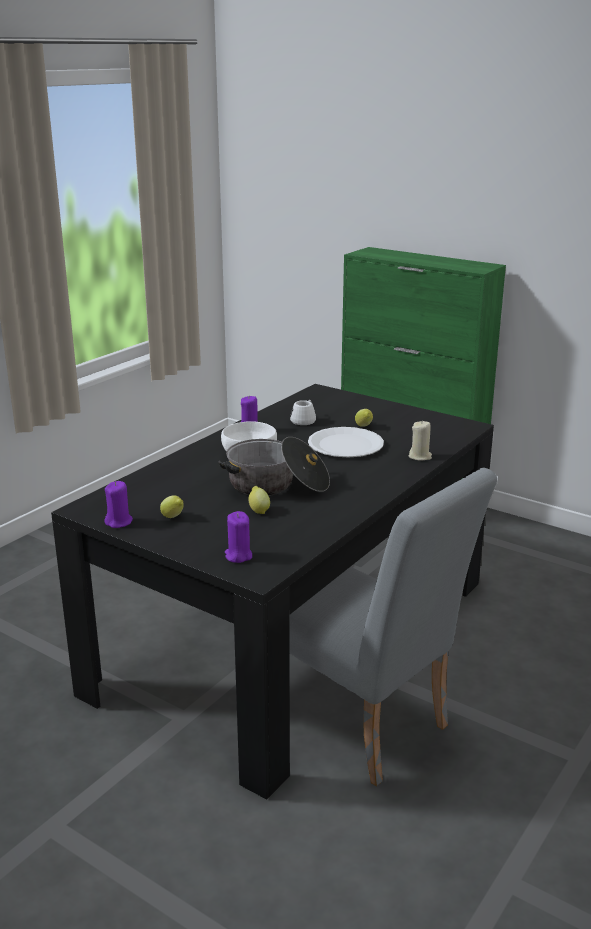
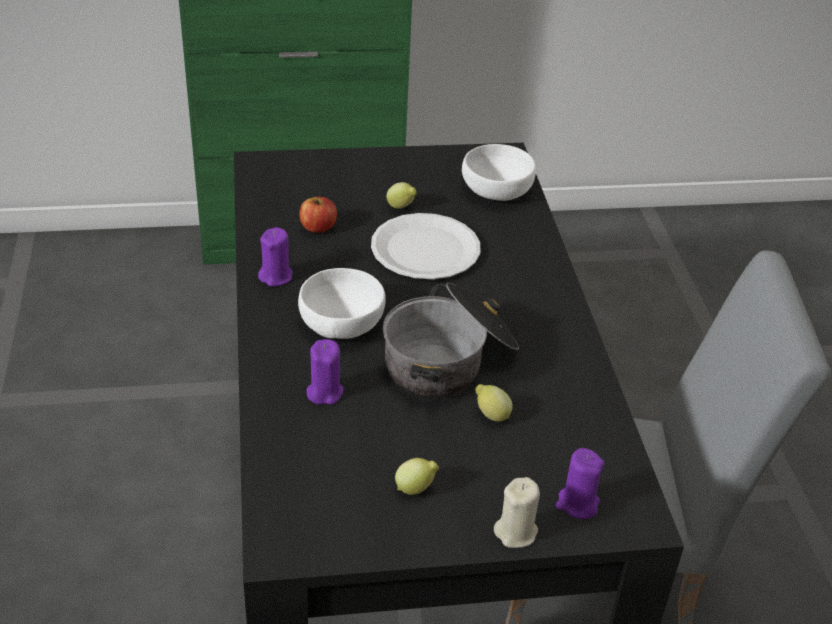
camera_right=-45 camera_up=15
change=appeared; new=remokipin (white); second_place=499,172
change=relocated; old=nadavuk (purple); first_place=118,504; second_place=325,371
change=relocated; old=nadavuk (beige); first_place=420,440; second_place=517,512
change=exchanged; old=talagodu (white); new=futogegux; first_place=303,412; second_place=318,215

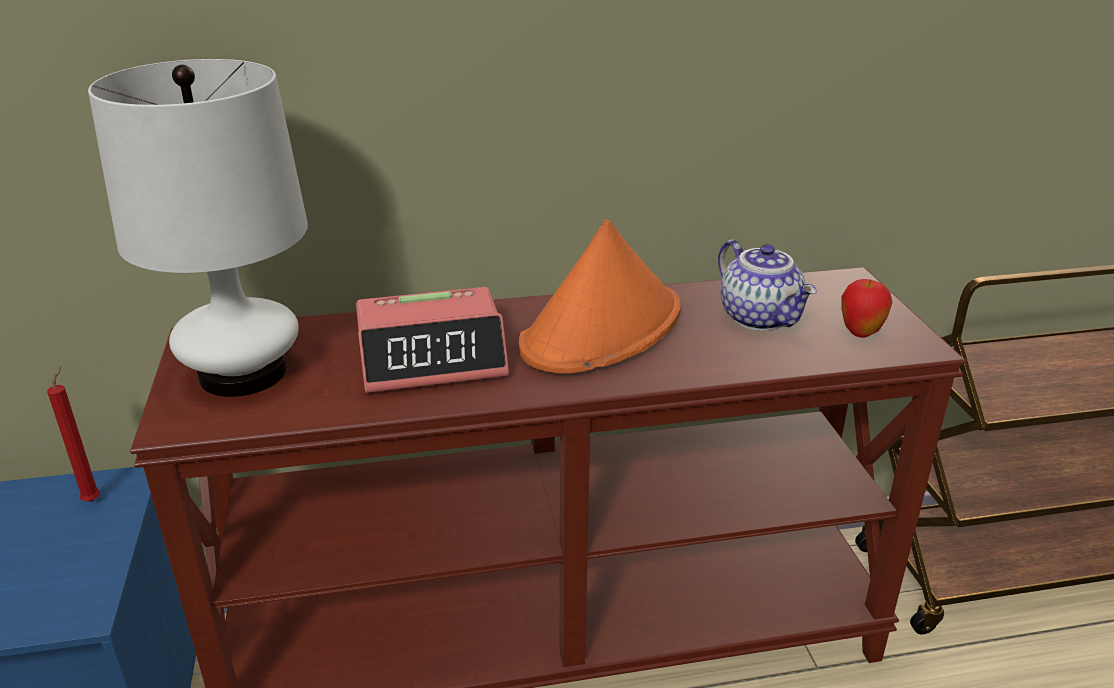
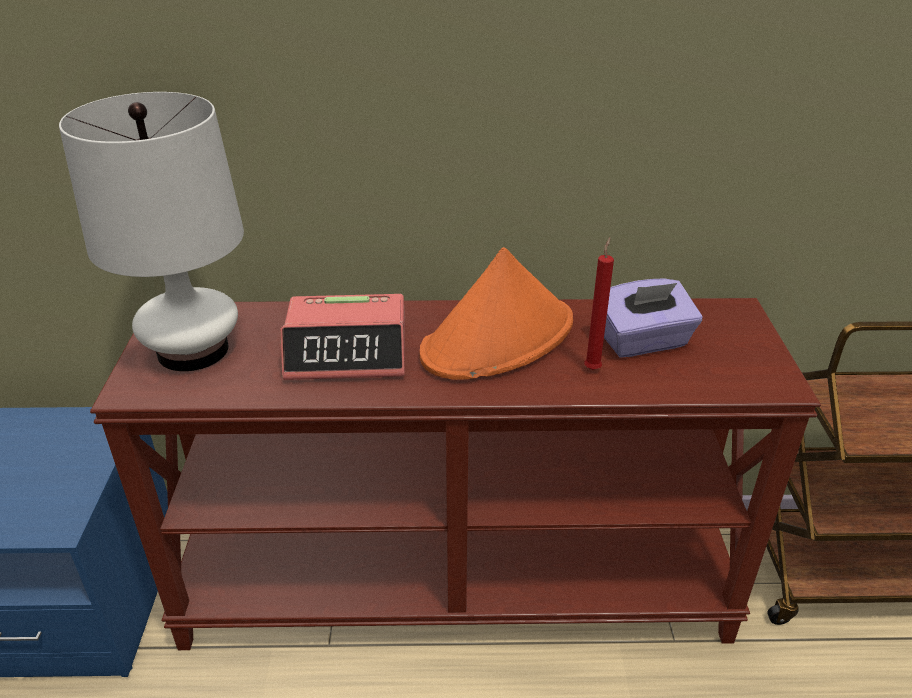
camera_right=10 camera_up=5
change=missing; old=futogegux; first_place=867,308
change=relocated; old=nadavuk (red); first_place=73,434; second_place=599,303
change=exchanged; old=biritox; new=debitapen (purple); first_place=767,285; second_place=653,318

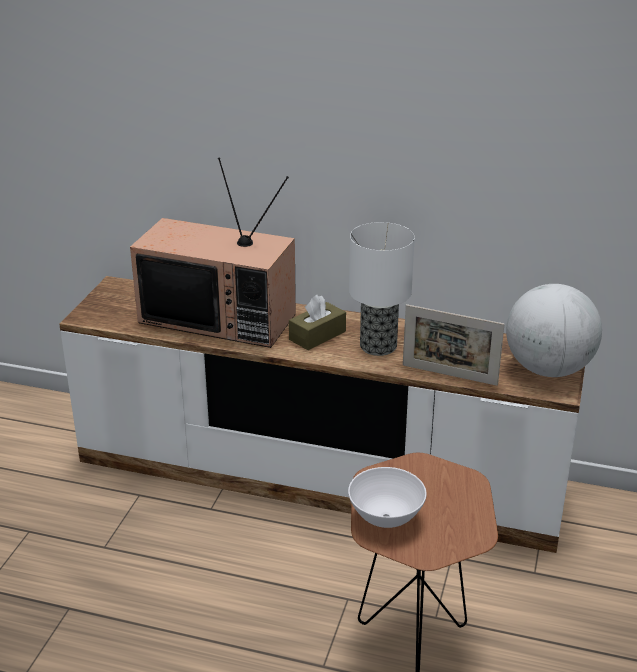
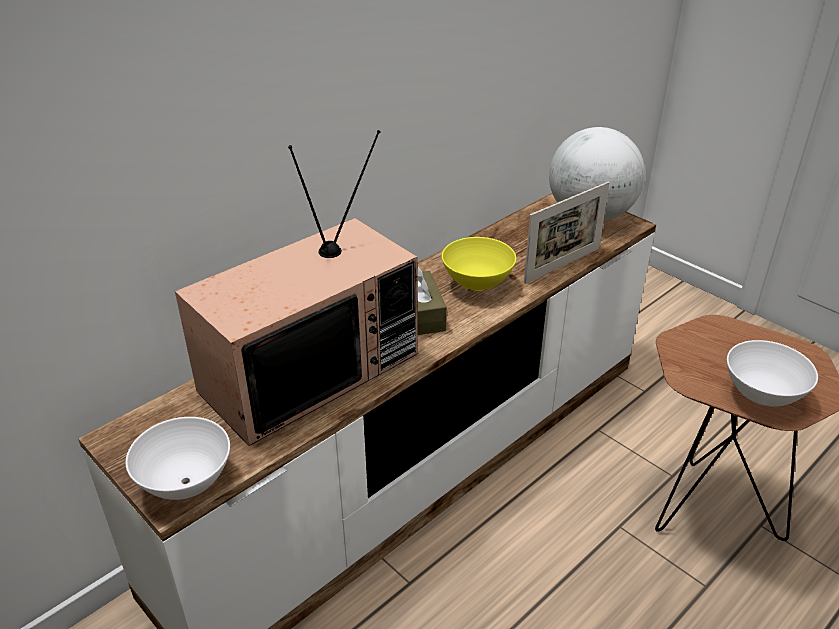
camera_right=-60 camera_up=5
change=appeared; new=remokipin (white); second_place=177,458
change=exchanged; old=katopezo; new=remokipin (yellow); first_place=382,289; second_place=479,264

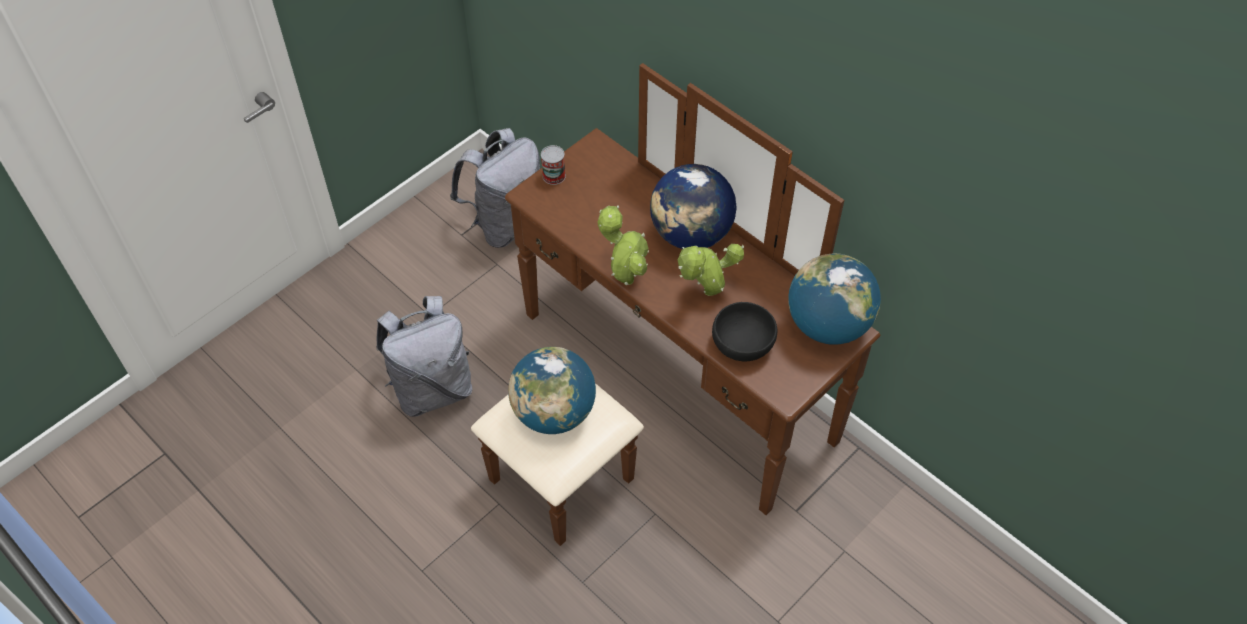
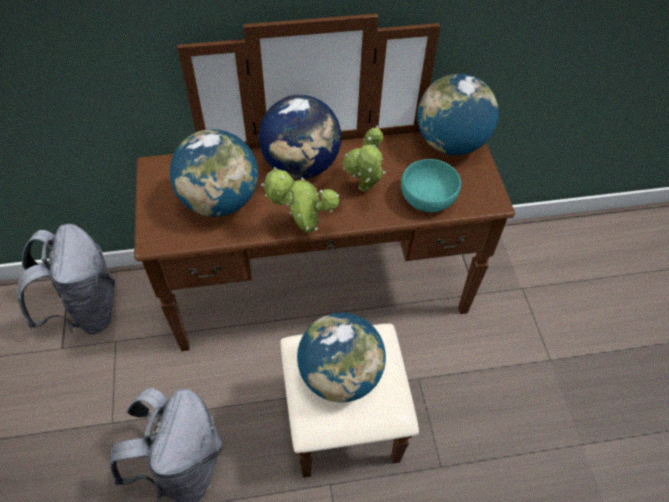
camera_right=-55 camera_up=0
change=missing; old=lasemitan; first_place=553,165
change=appeared; new=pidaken; second_place=214,173
change=colour; old=remokipin (black); new=remokipin (turquoise); first_place=744,331; second_place=431,185

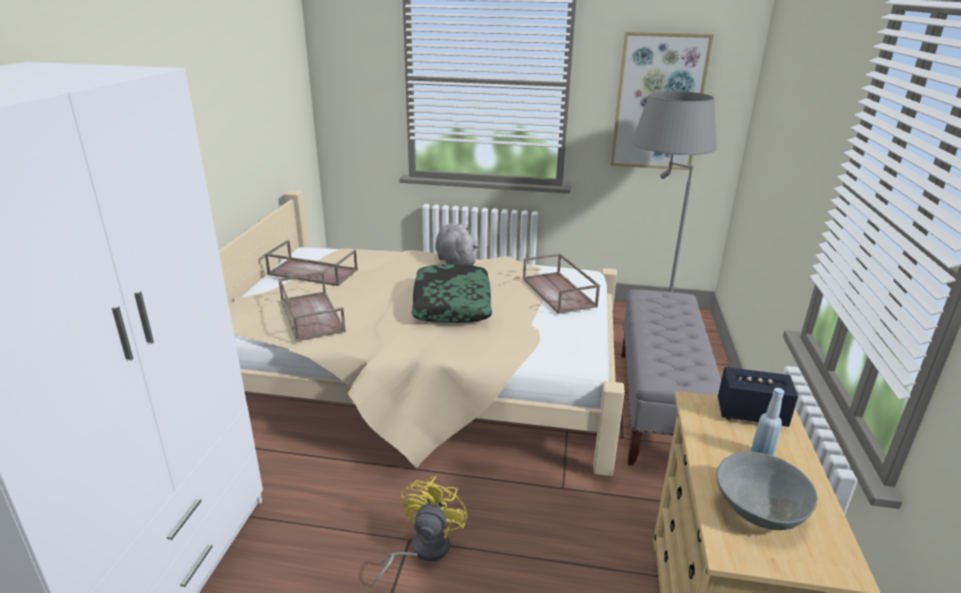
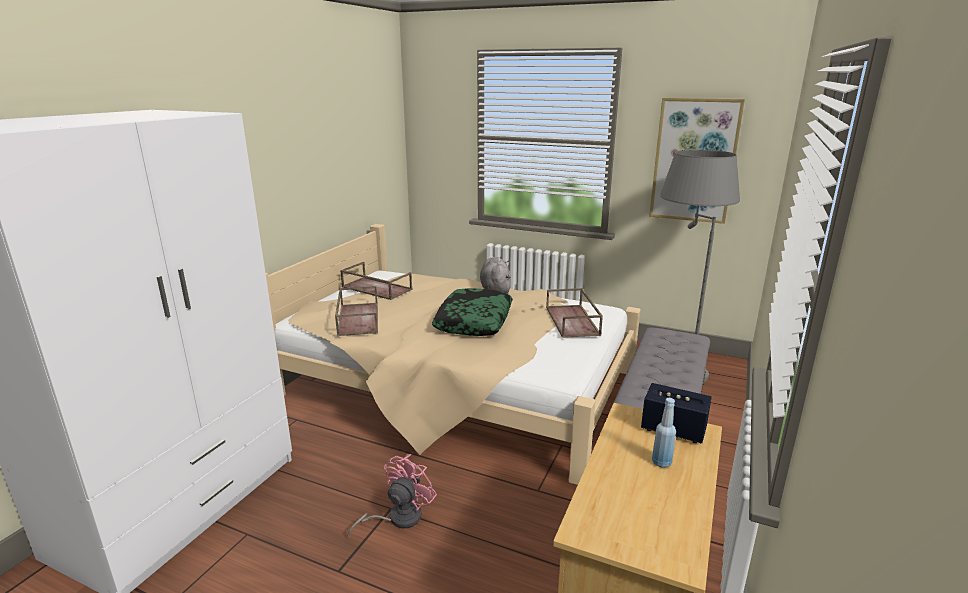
camera_right=15 camera_up=-5
change=missing; old=remokipin (grey); first_place=767,491
change=colour; old=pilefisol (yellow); new=pilefisol (pink); first_place=420,531; second_place=392,496

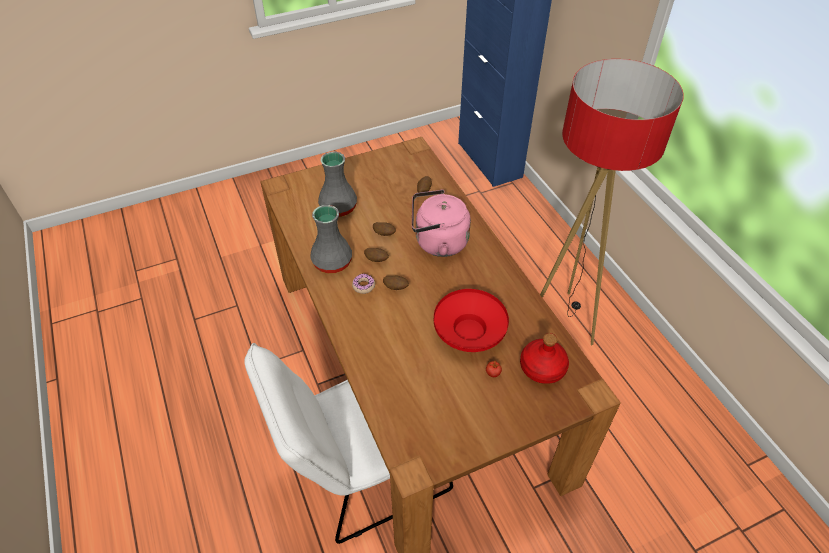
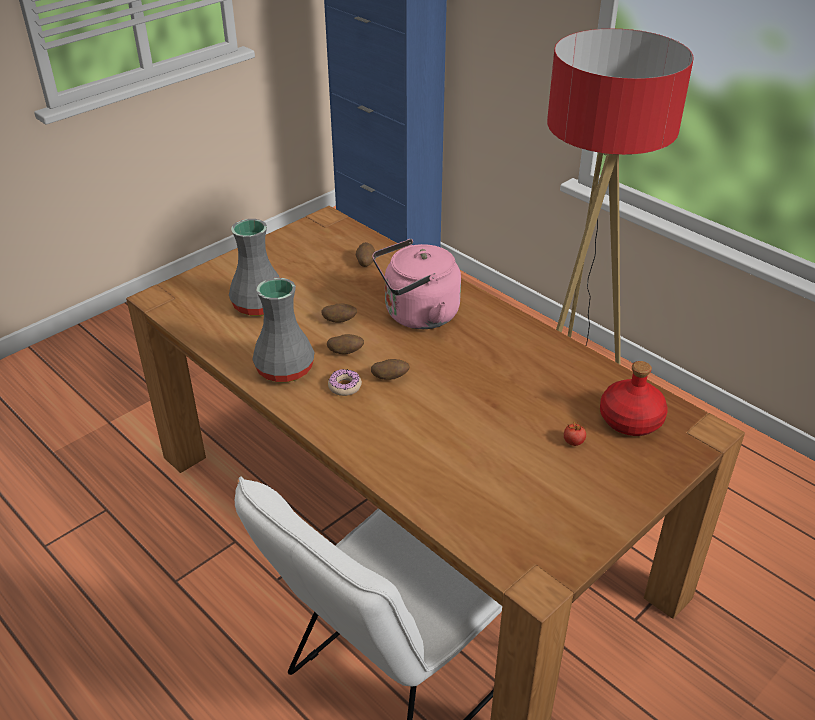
camera_right=-20 camera_up=-10
change=missing; old=remokipin (red); first_place=471,320

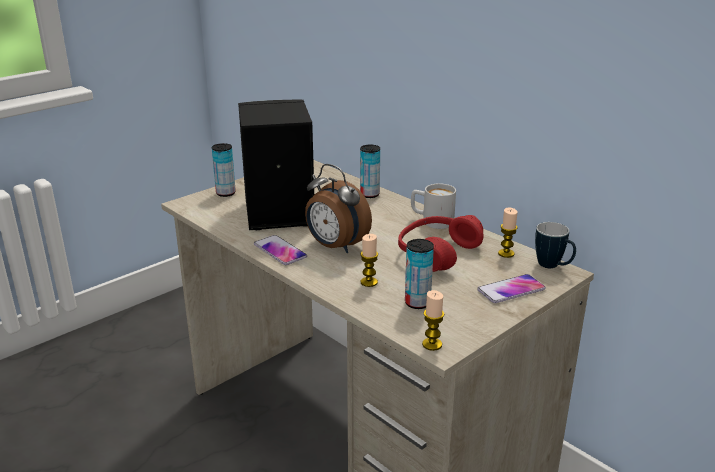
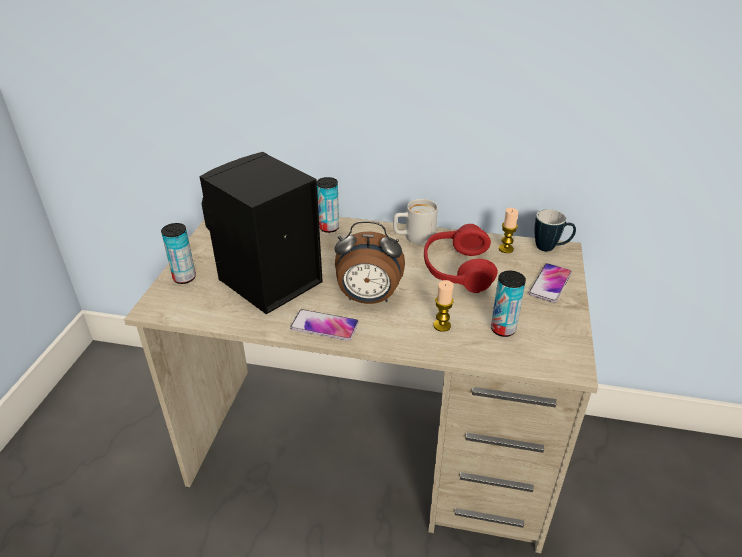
camera_right=-35 camera_up=10
change=missing; old=nadavuk; first_place=433,320

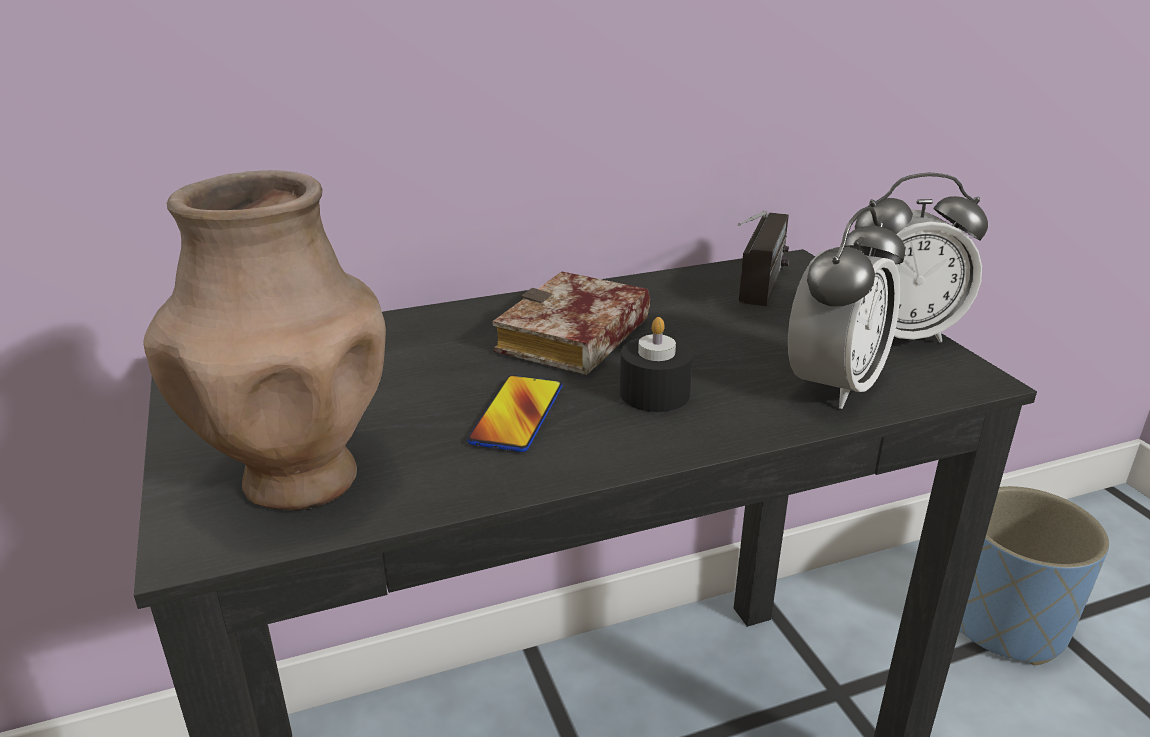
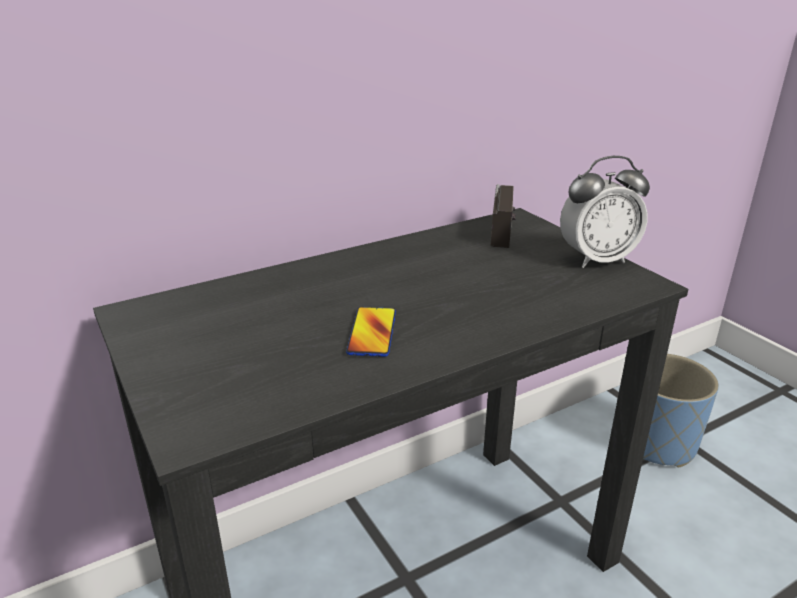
camera_right=-10 camera_up=0
change=missing; old=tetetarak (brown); first_place=264,340
change=missing; old=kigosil; first_place=571,323
change=missing; old=nadavuk (black); first_place=656,364
change=missing; old=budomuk; first_place=846,308

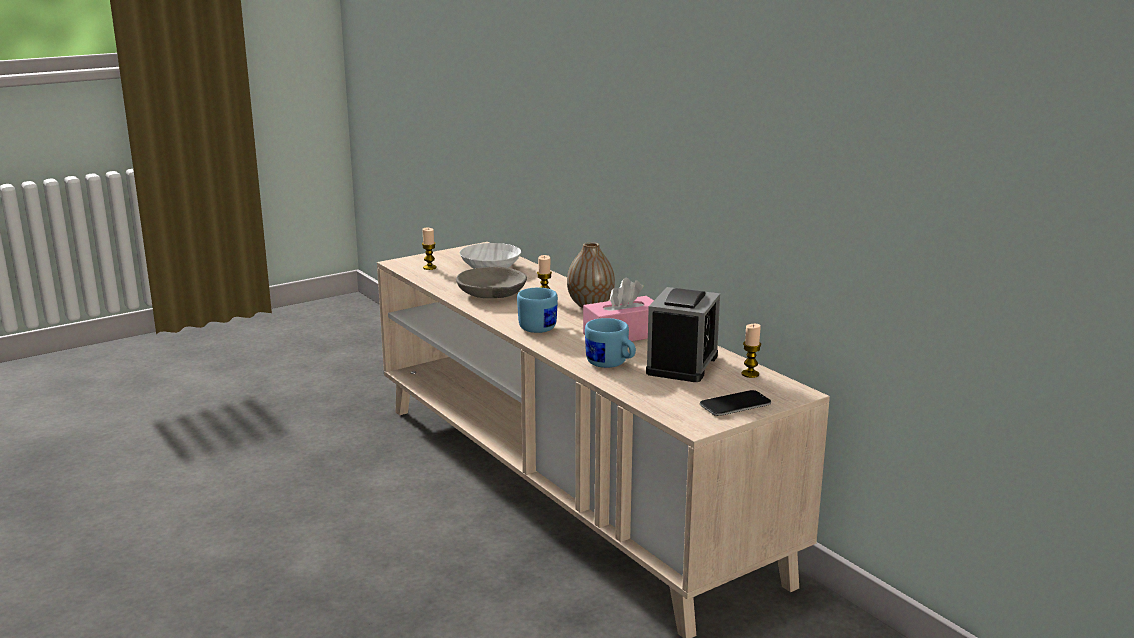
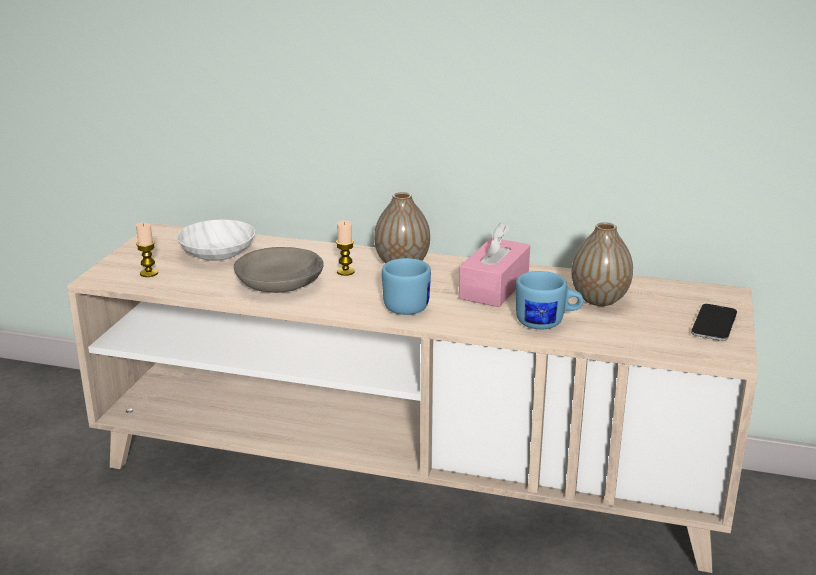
camera_right=-40 camera_up=5
change=missing; old=nadavuk; first_place=751,351
change=exchanged; old=budomuk; new=tetetarak; first_place=683,334; second_place=602,264

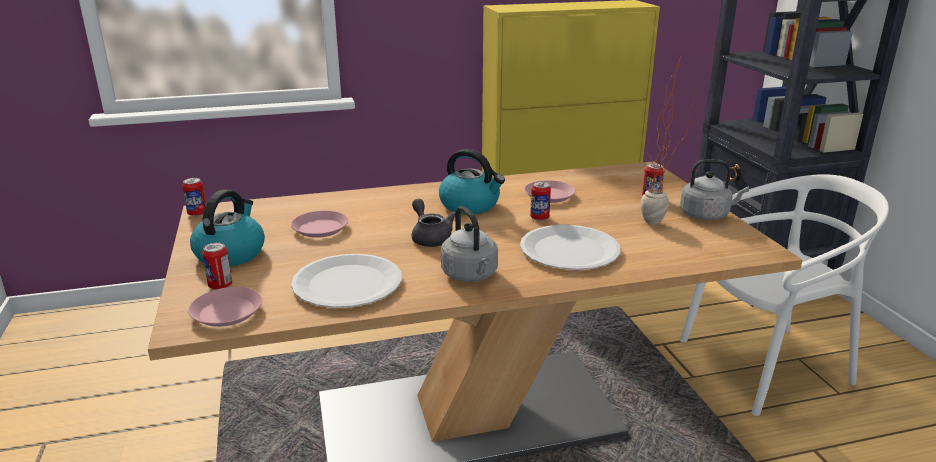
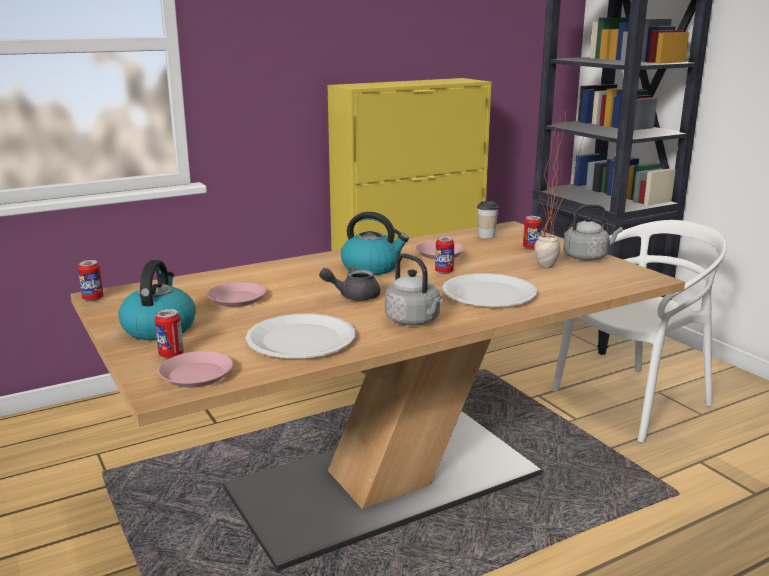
camera_right=-15 camera_up=-5
change=appeared; new=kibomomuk; second_place=488,220
change=spun; old=biritox (grey); first_place=433,223; second_place=349,283; degrees=-60

